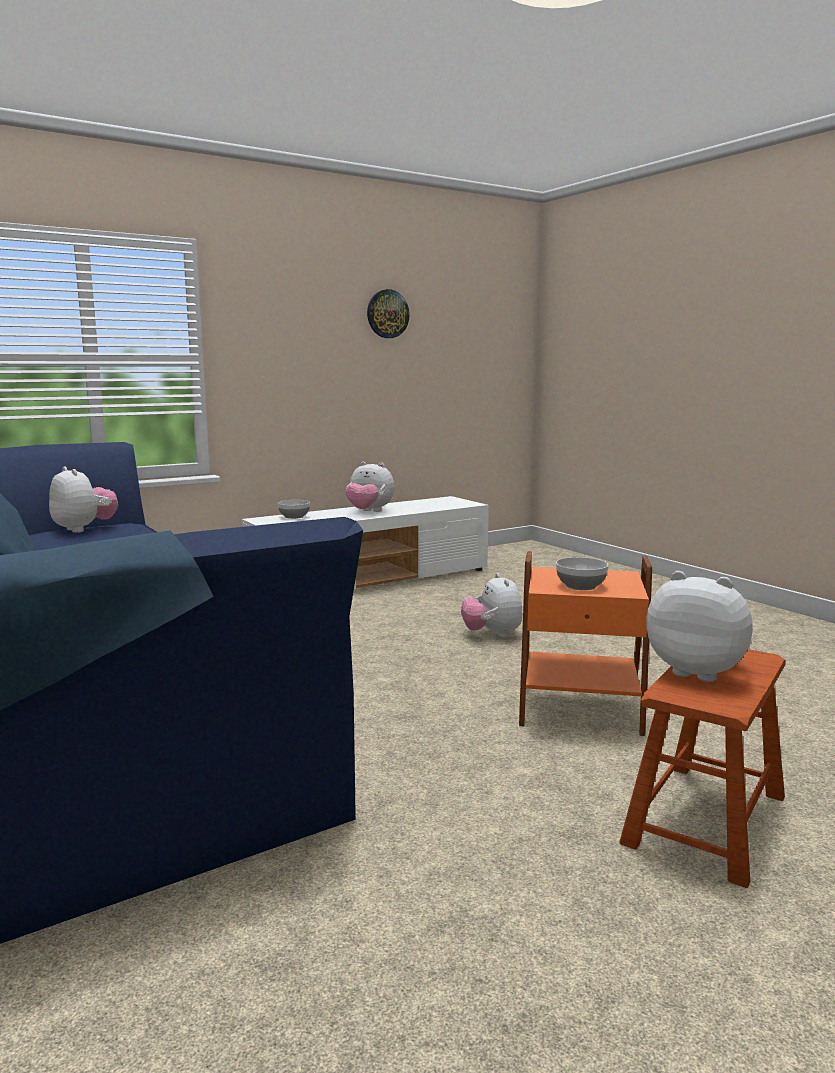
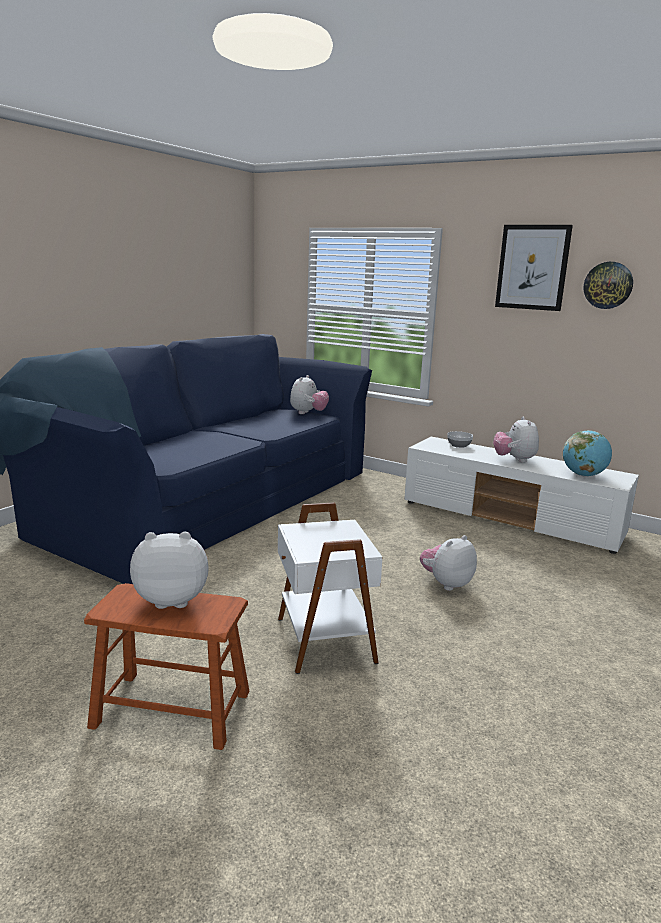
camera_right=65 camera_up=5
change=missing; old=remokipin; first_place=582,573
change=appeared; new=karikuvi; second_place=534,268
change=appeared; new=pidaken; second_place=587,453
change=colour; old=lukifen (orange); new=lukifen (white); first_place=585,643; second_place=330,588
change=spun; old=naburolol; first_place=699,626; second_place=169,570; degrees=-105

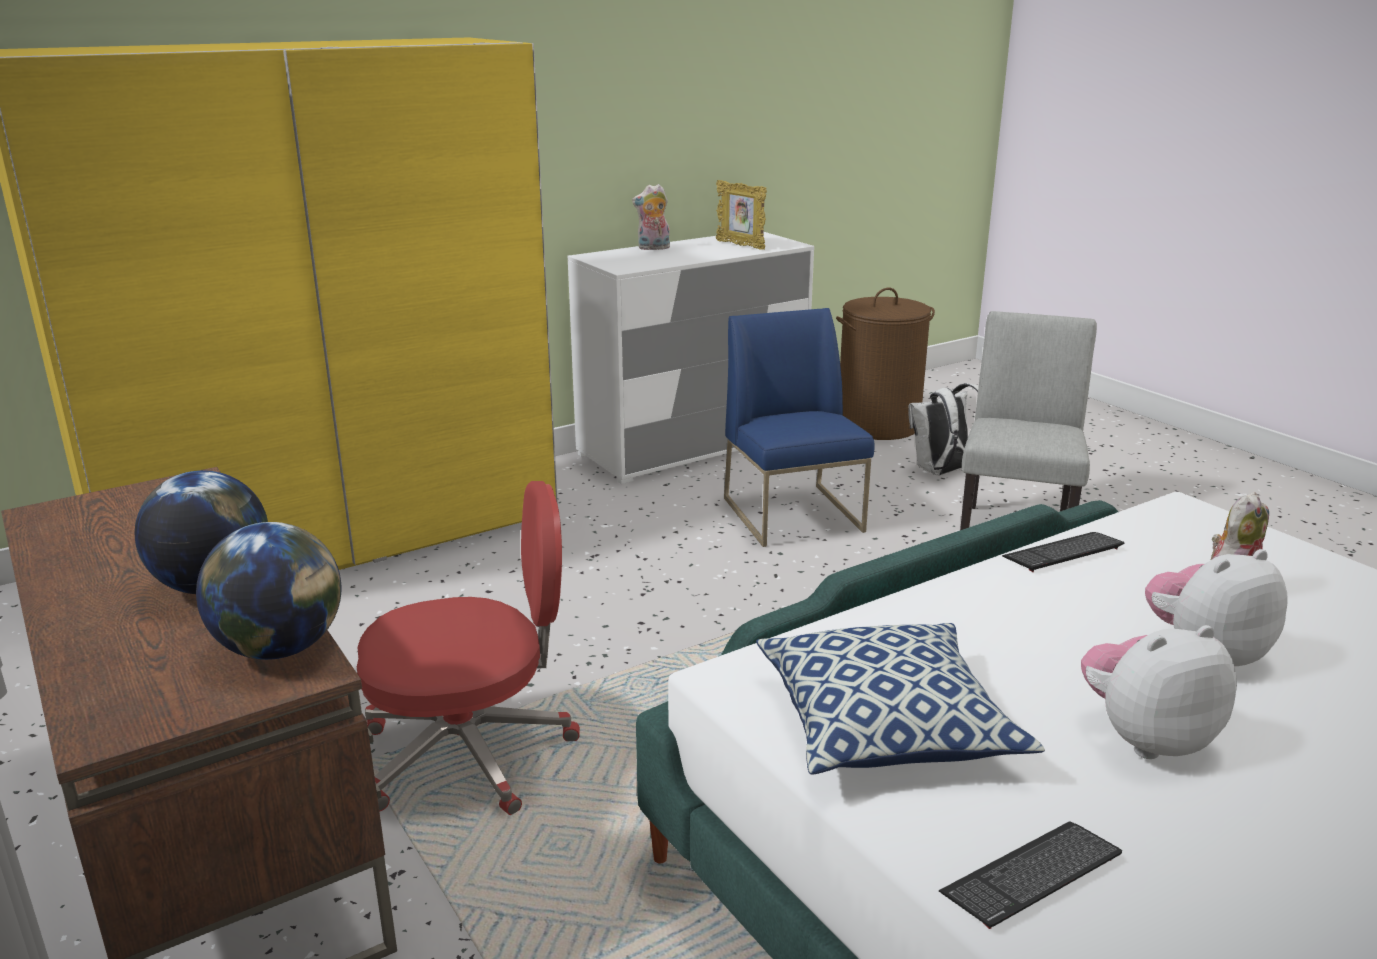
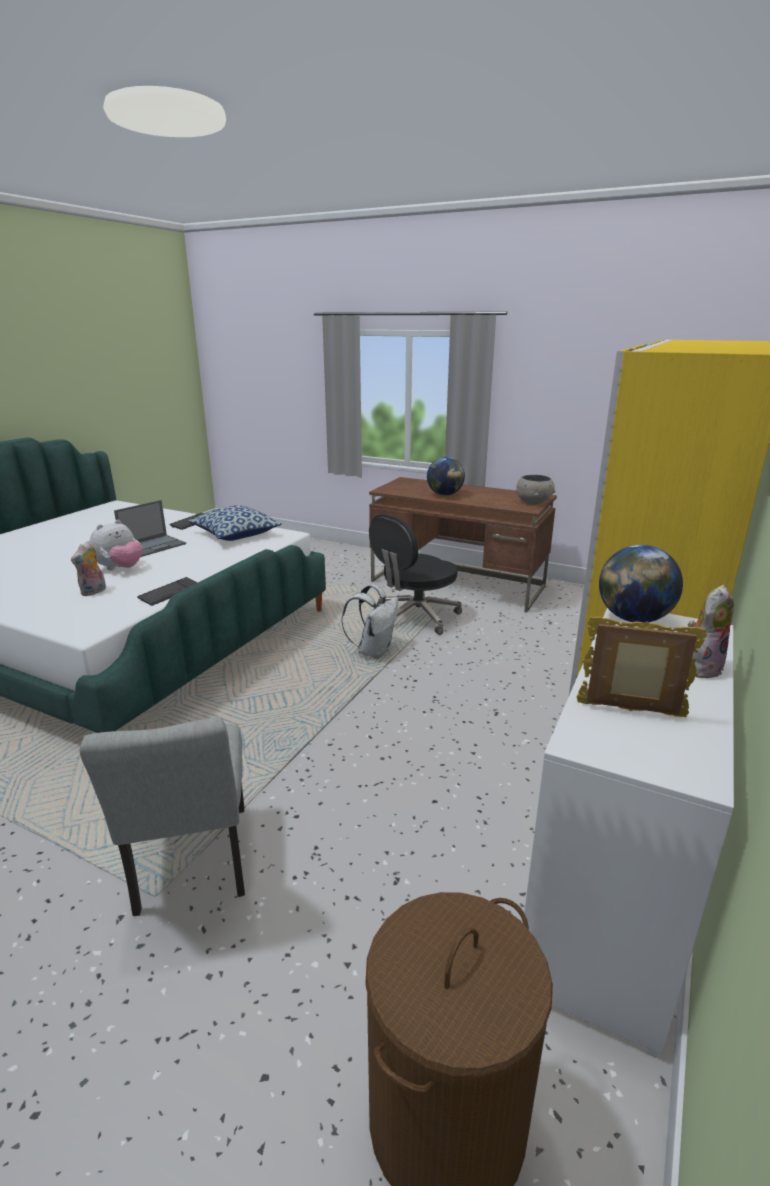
camera_right=150 camera_up=0
change=missing; old=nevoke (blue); first_place=799,427
change=appeared; new=remokipin (grey); second_place=535,490
change=relocated; old=pidaken; first_place=269,591; second_place=641,584
change=relocated; old=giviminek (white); first_place=943,429; second_place=370,622
change=exchanged; old=naburolol; new=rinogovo; first_place=1159,692; second_place=150,528
change=colour; old=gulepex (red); new=gulepex (black); first_place=468,648; second_place=415,574

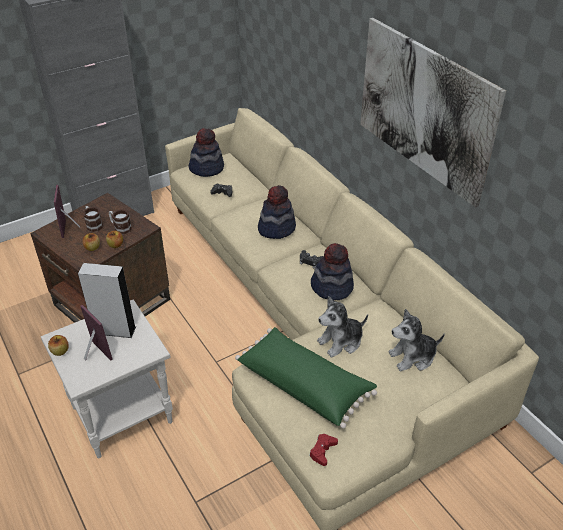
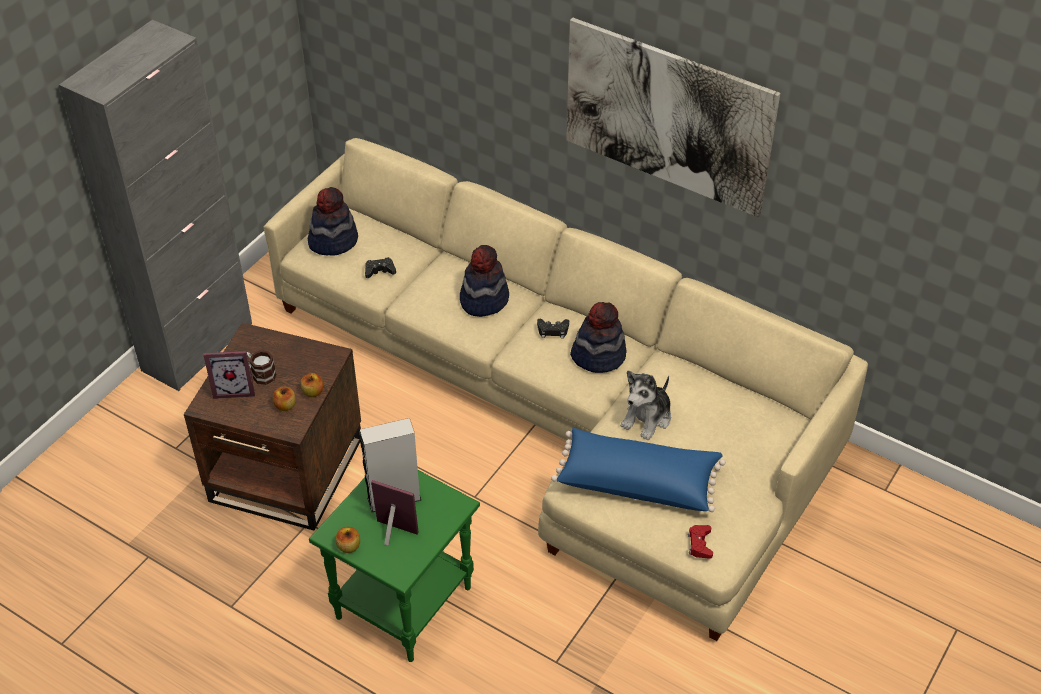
camera_right=-25 camera_up=5
change=missing; old=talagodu; first_place=120,221
change=missing; old=naburolol; first_place=416,340
change=colour; old=lukifen (white); new=lukifen (green); first_place=107,378; second_place=394,566
change=colour; old=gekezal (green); new=gekezal (blue); first_place=306,378; second_place=638,470
change=spun; old=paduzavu; first_place=67,211; second_place=229,375; degrees=-60

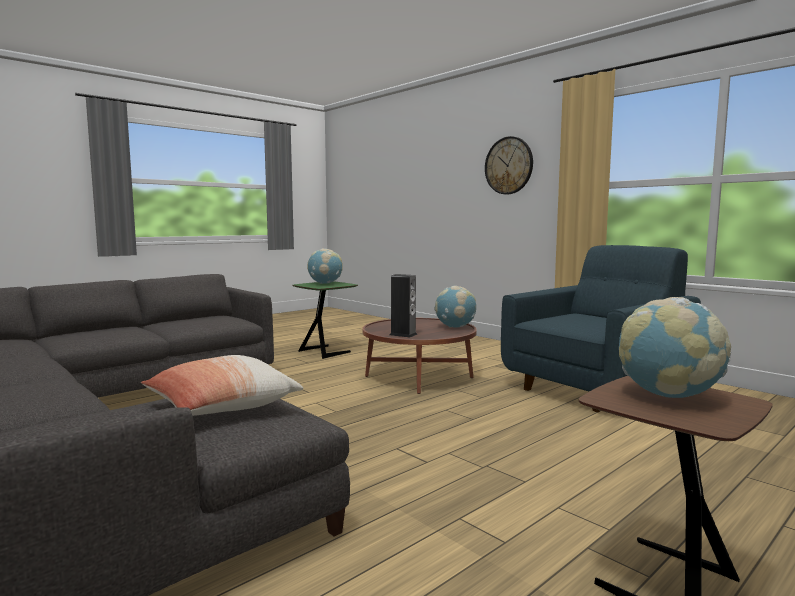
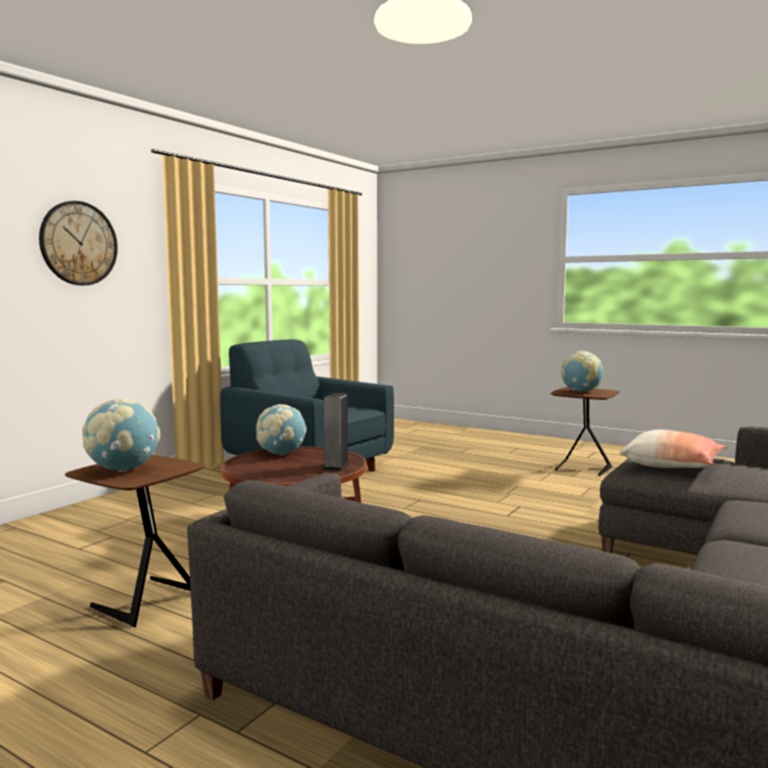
camera_right=-105 camera_up=0
change=colour; old=lukifen (green); new=lukifen (brown); first_place=325,320; second_place=134,541

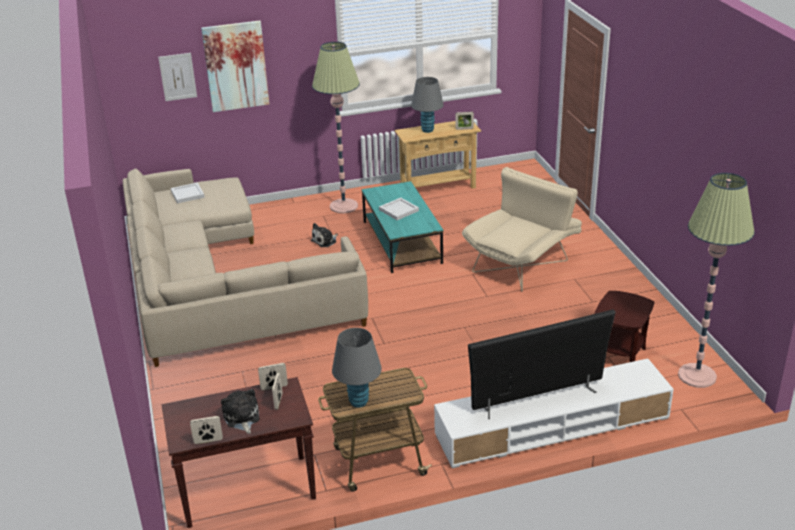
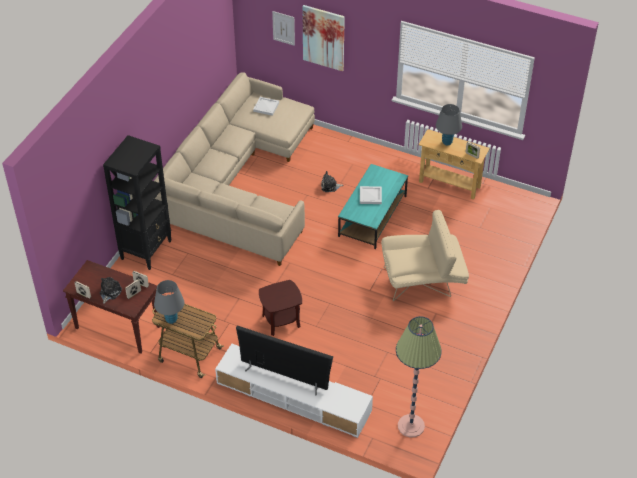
camera_right=40 camera_up=15
change=missing; old=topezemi; first_place=336,127
change=appeared; new=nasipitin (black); second_place=137,202
change=relocated; old=lukifen (brown); first_place=624,326; second_place=280,308

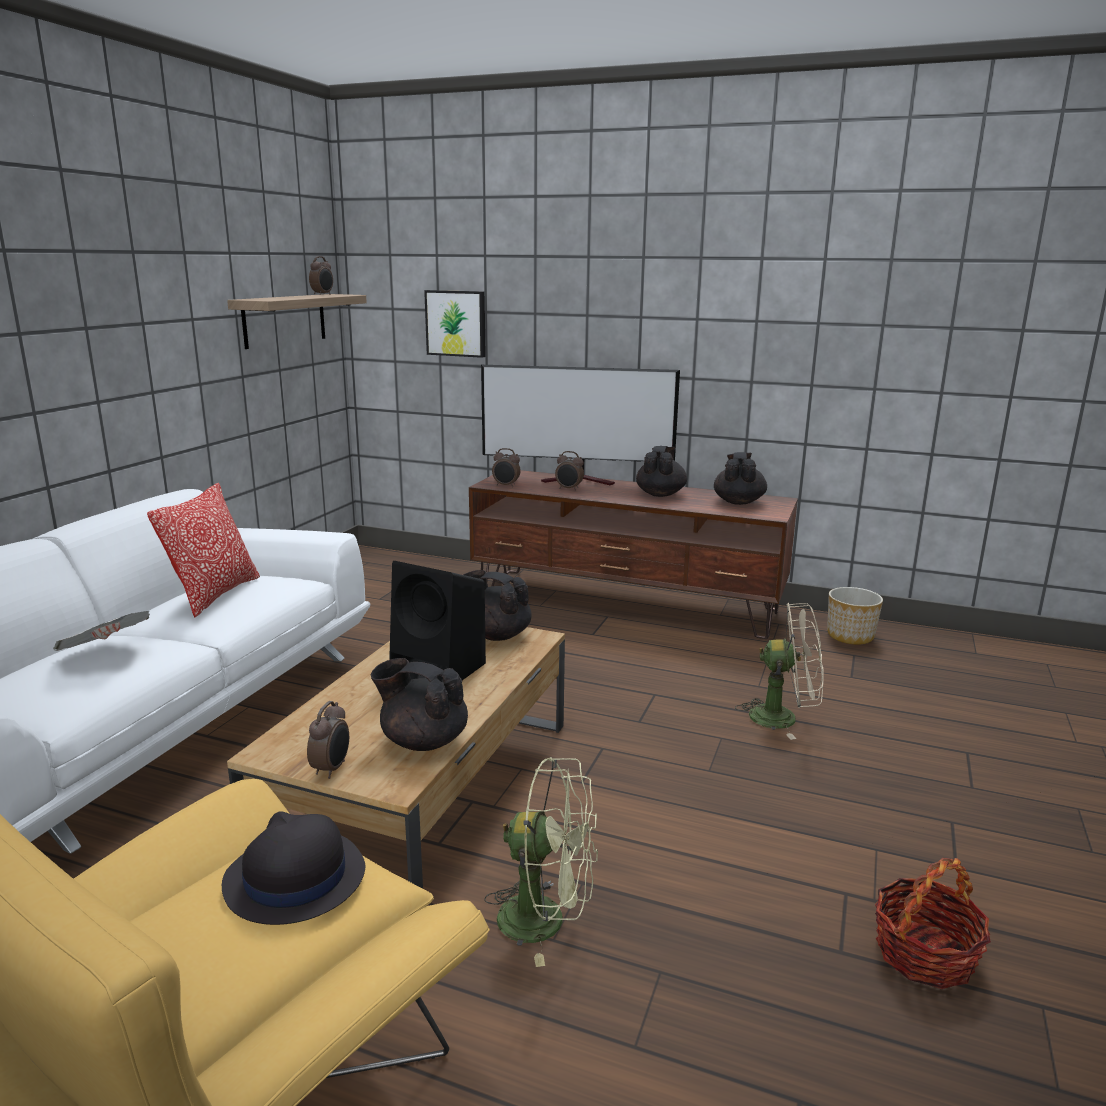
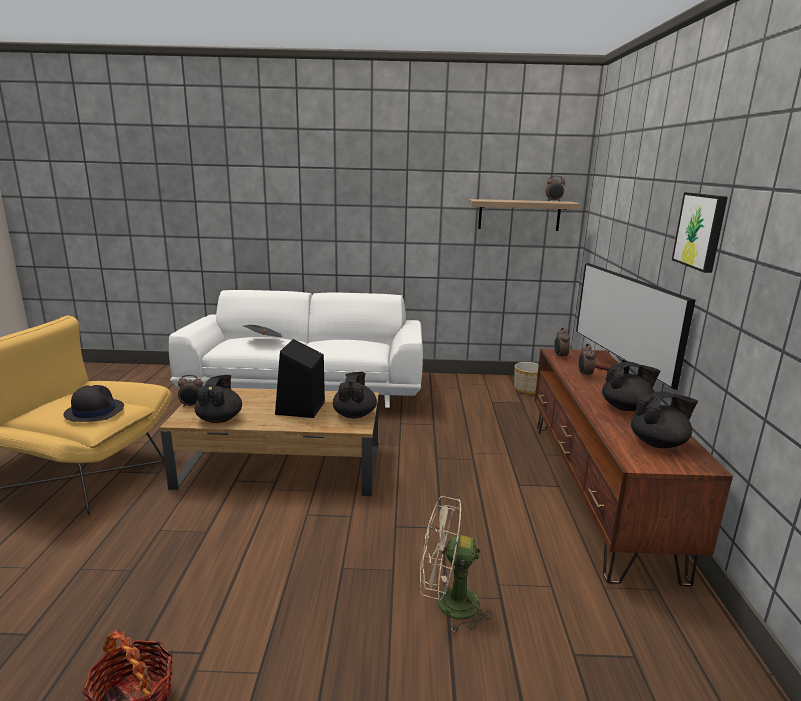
camera_right=70 camera_up=0
change=missing; old=gekezal; first_place=203,550
change=missing; old=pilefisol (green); first_place=541,862
change=relocated; old=karikuvi; first_place=455,324; second_place=700,232
change=relocated; old=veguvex; first_place=855,616; second_place=526,378
change=spun; old=pilefisol (beige); first_place=779,671; second_place=456,564; degrees=105

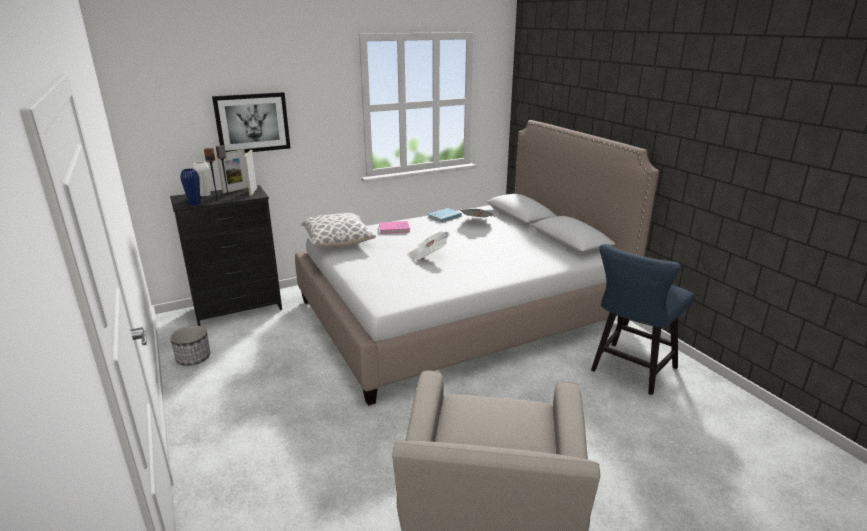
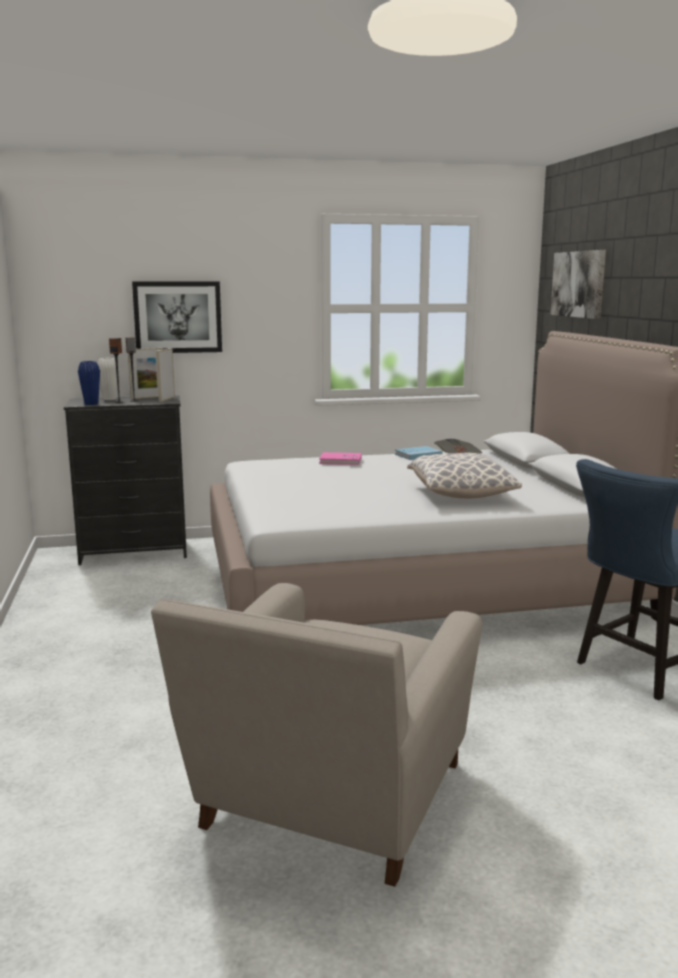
camera_right=15 camera_up=-10
change=missing; old=veguvex; first_place=190,346
change=missing; old=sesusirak; first_place=428,246
change=appeared; new=karikuvi; second_place=578,284
change=relocated; old=gekezal; first_place=338,230; second_place=464,476

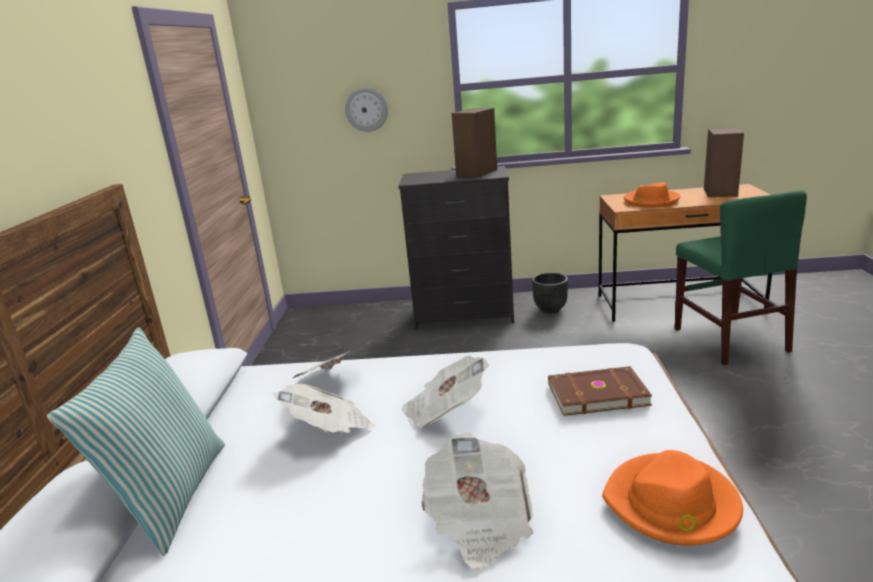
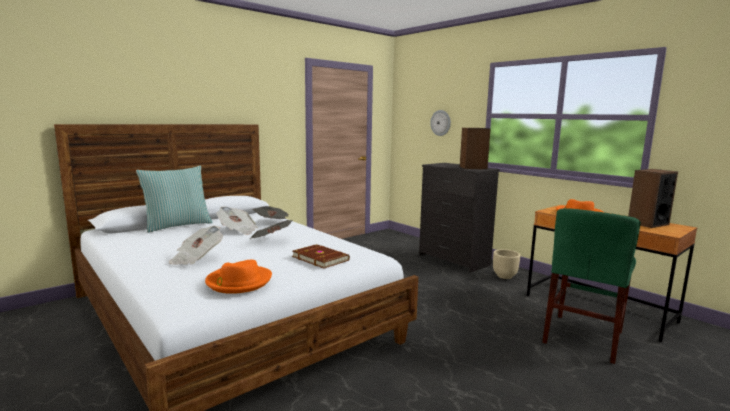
camera_right=45 camera_up=-10
change=colour; old=veguvex (black); new=veguvex (beige); first_place=550,292; second_place=506,264

